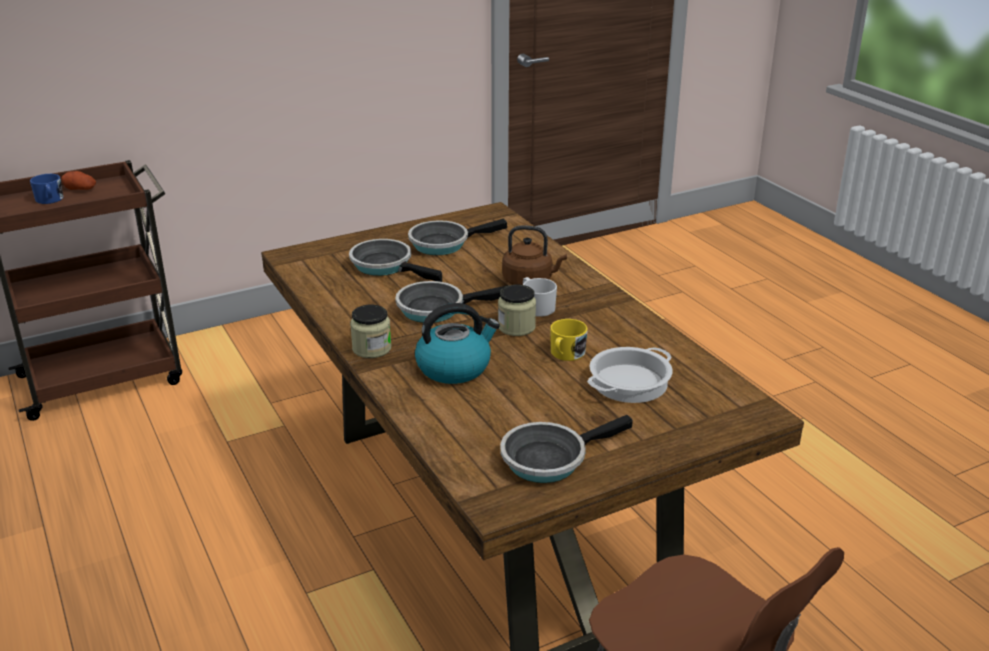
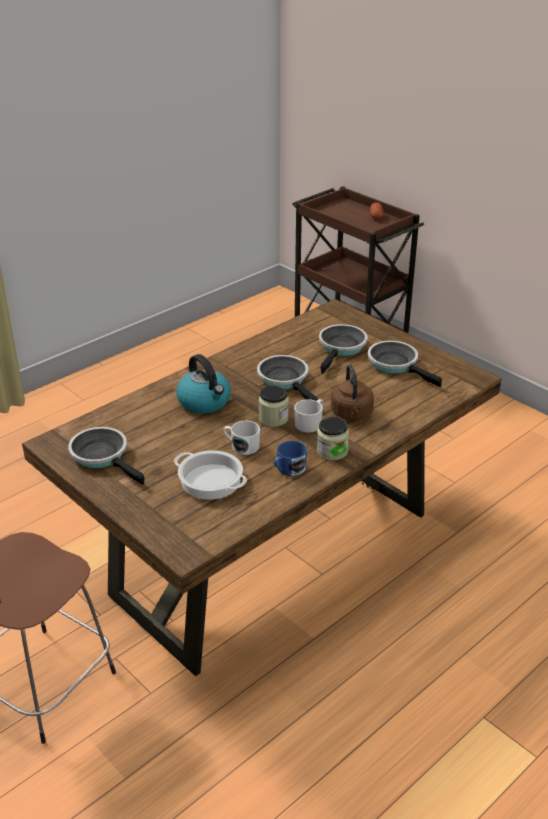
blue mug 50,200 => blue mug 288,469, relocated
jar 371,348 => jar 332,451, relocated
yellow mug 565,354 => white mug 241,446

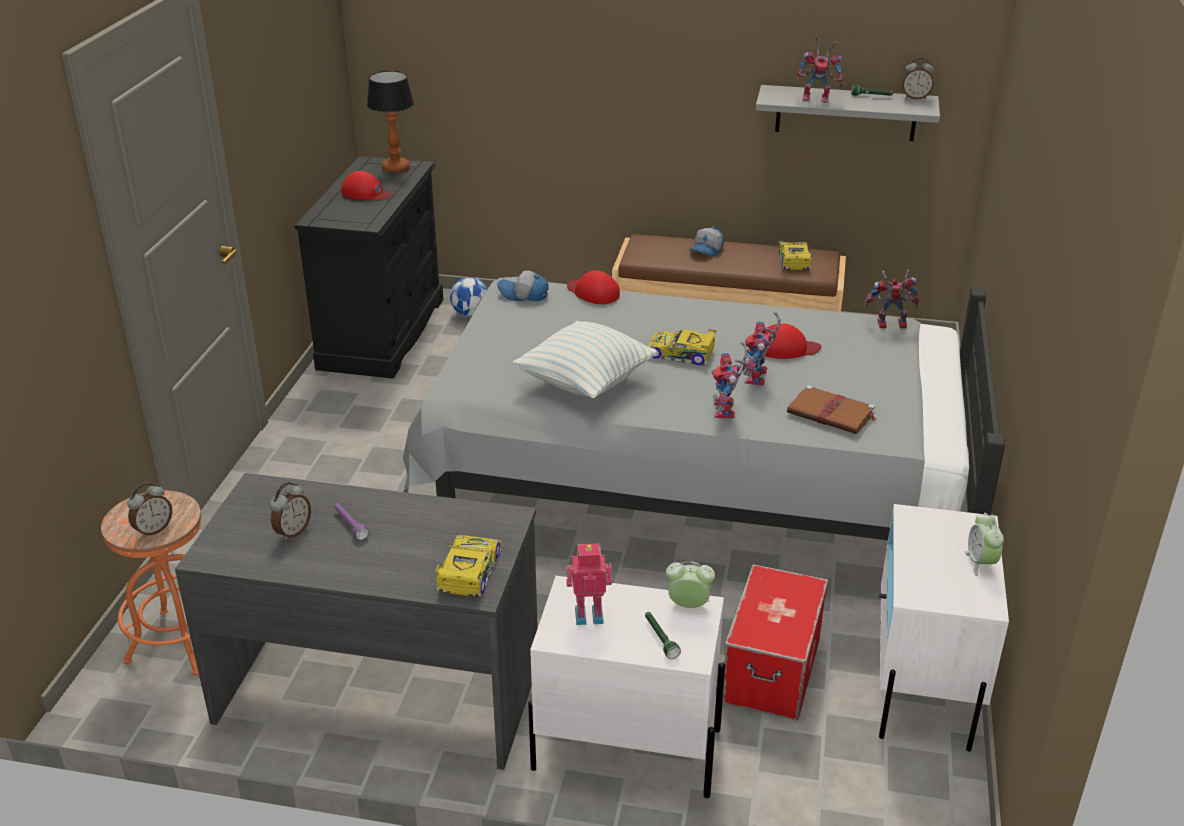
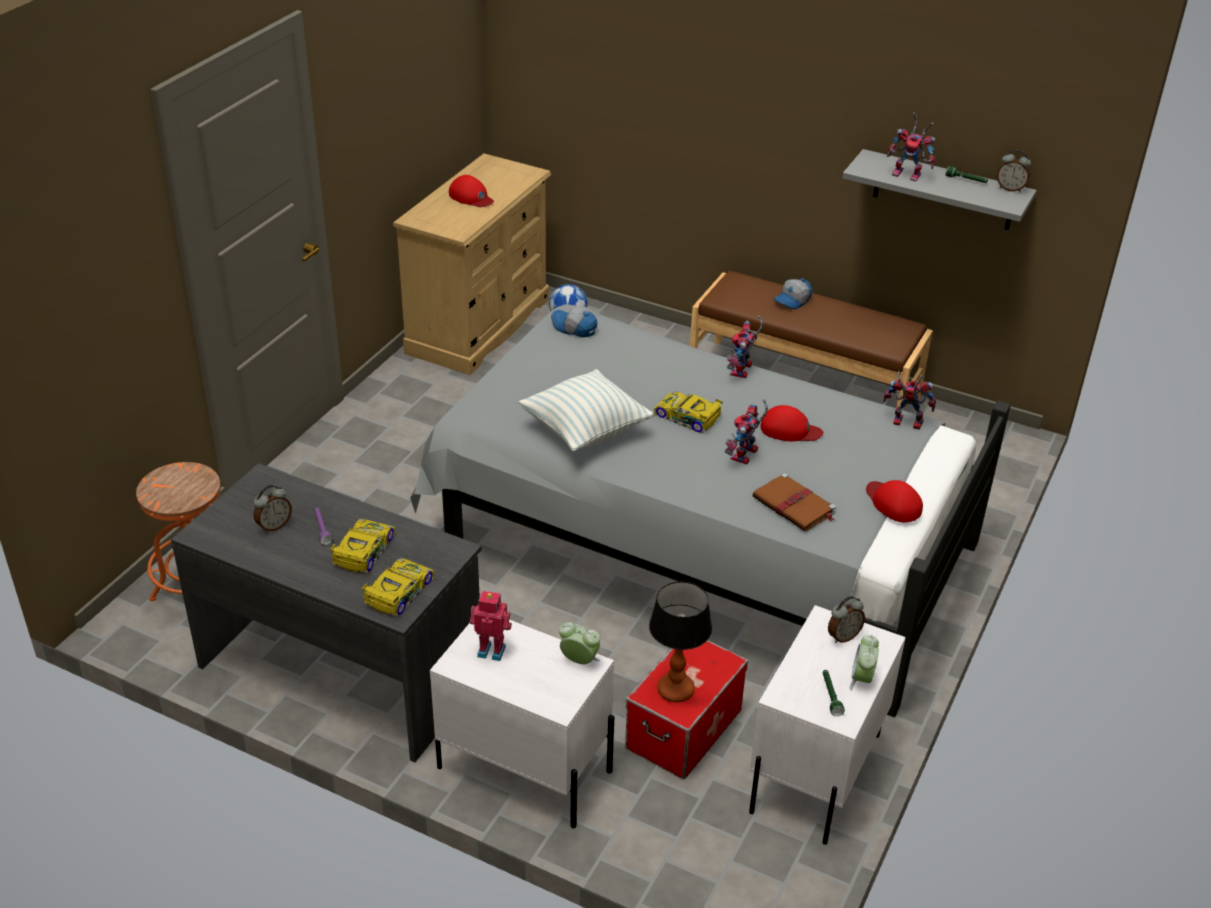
alarm clock 153,530 => alarm clock 843,636, relocated
black dresser 383,333 => beige dresser 479,325
table lamp 395,168 => table lamp 674,690, relocated
red cap 593,292 => red cap 893,503, relocated
green flashlight 660,639 => green flashlight 830,696, relocated
toy robot 726,411 => toy robot 742,371, relocated
toy car 793,260 => toy car 363,551, relocated

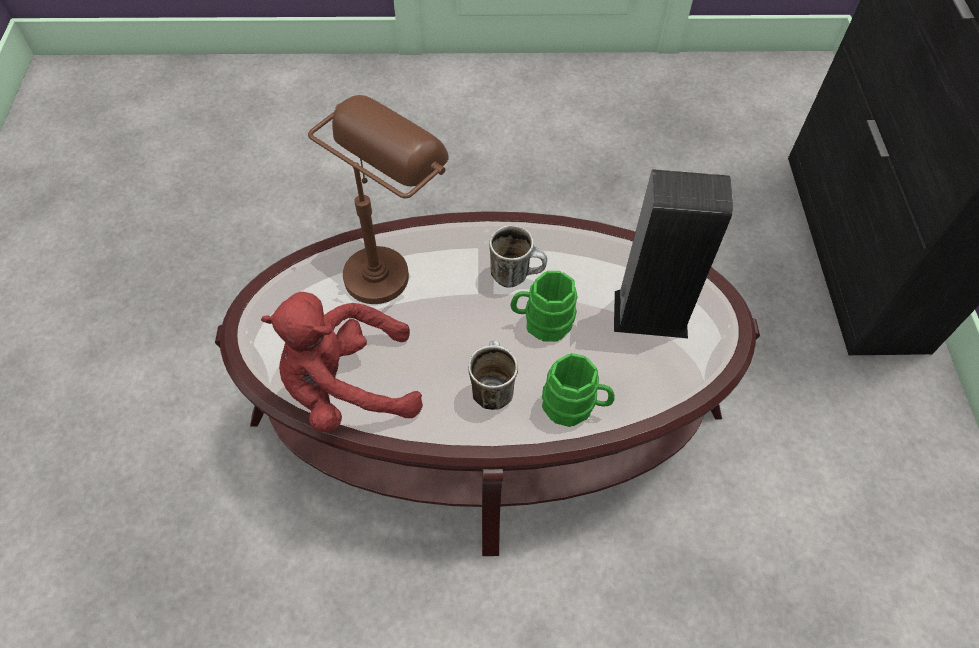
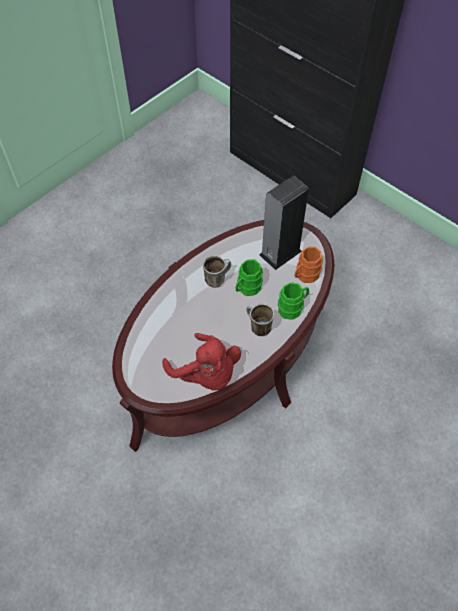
red plush toy 347,387 => red plush toy 206,374, 75 degrees counterclockwise
brown table lamp 390,262 => nothing
nothing => orange mug 305,275

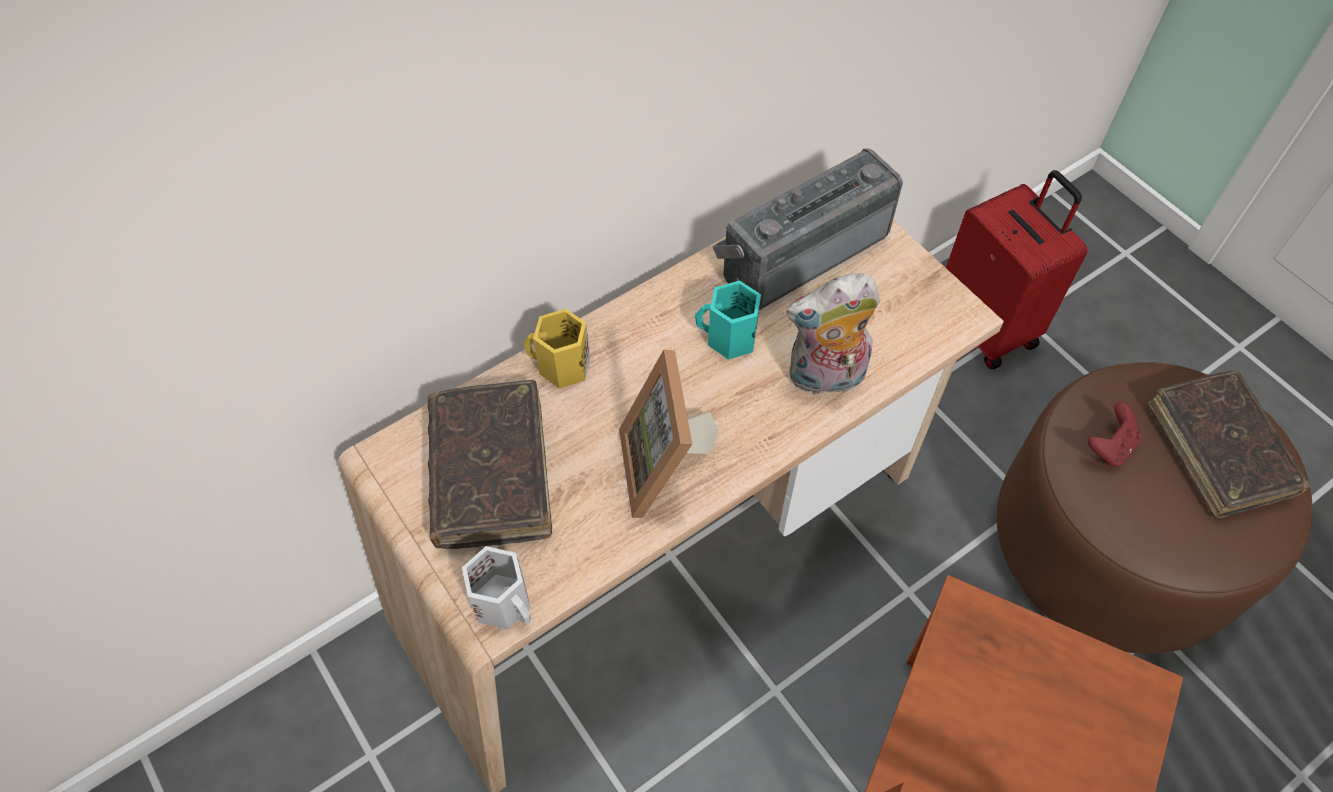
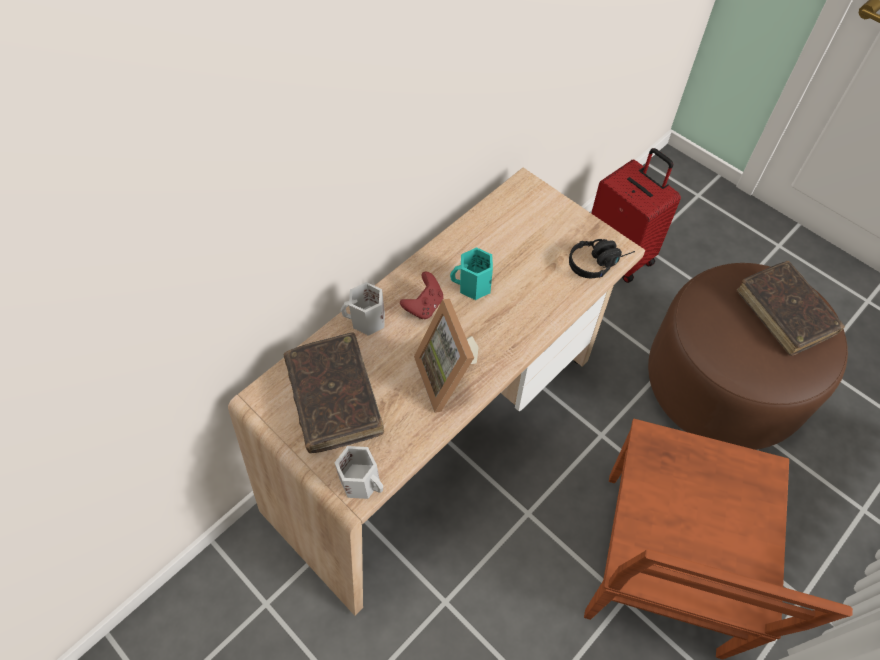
yellow mug 562,367 => white mug 367,321
radio 800,251 => nothing
plush toy 825,378 => nothing
red game controller 1109,447 => red game controller 424,306, relocated
nothing => black headphones 599,262

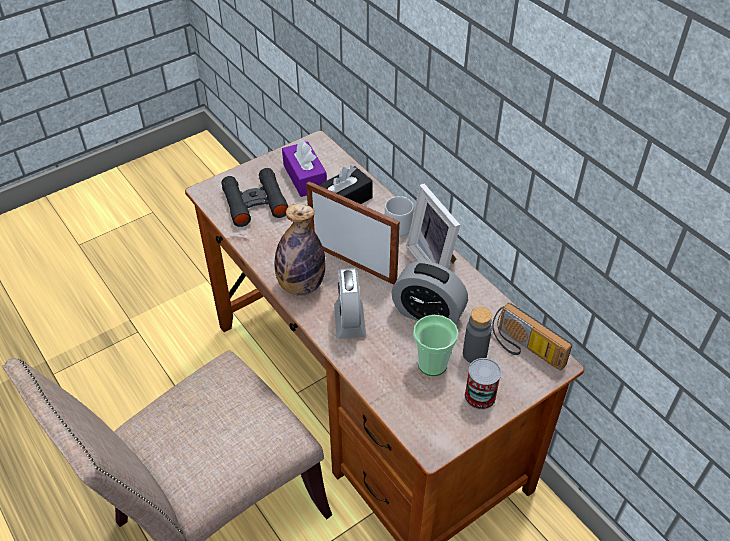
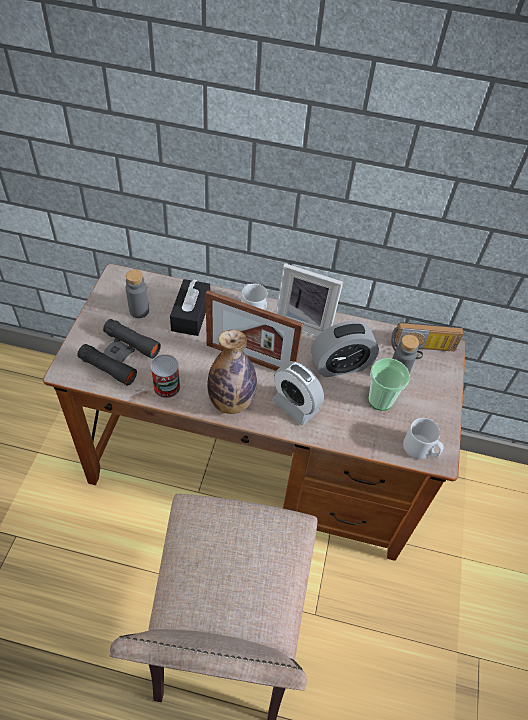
purple tissue box 305,177 => grey bottle 139,311
picture frame 352,263 => picture frame 250,359, 150 degrees counterclockwise
can 480,396 => can 166,387, relocated
nothing => grey mug 420,449

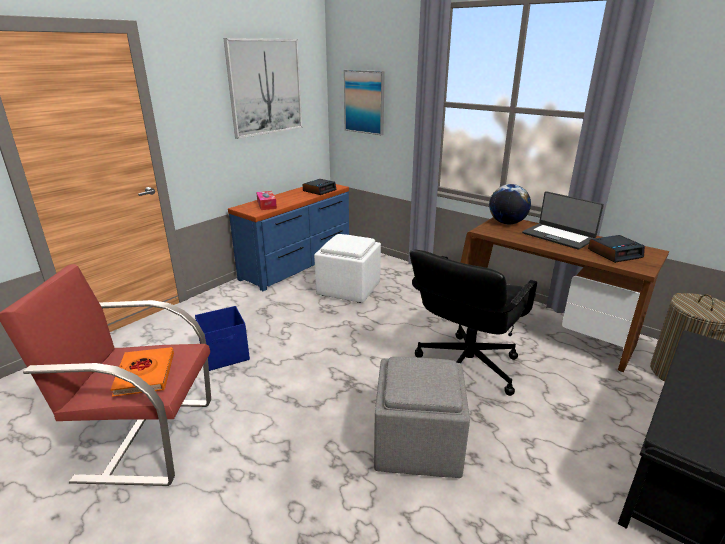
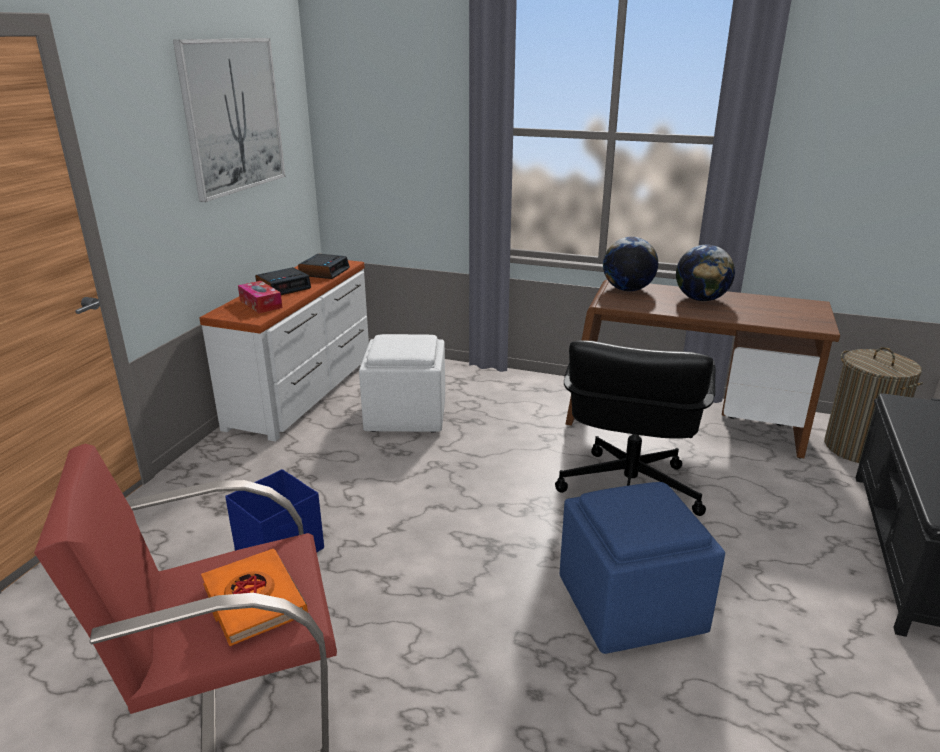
blue dresser 298,264 => white dresser 304,391
picture 364,102 => nothing
grey ottoman 418,445 => blue ottoman 632,606
laptop 558,236 => globe 701,299
alarm clock 614,253 => alarm clock 284,287, relocated

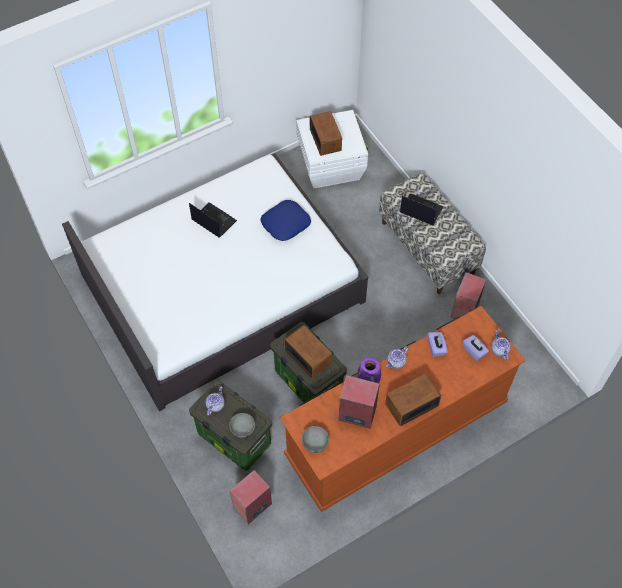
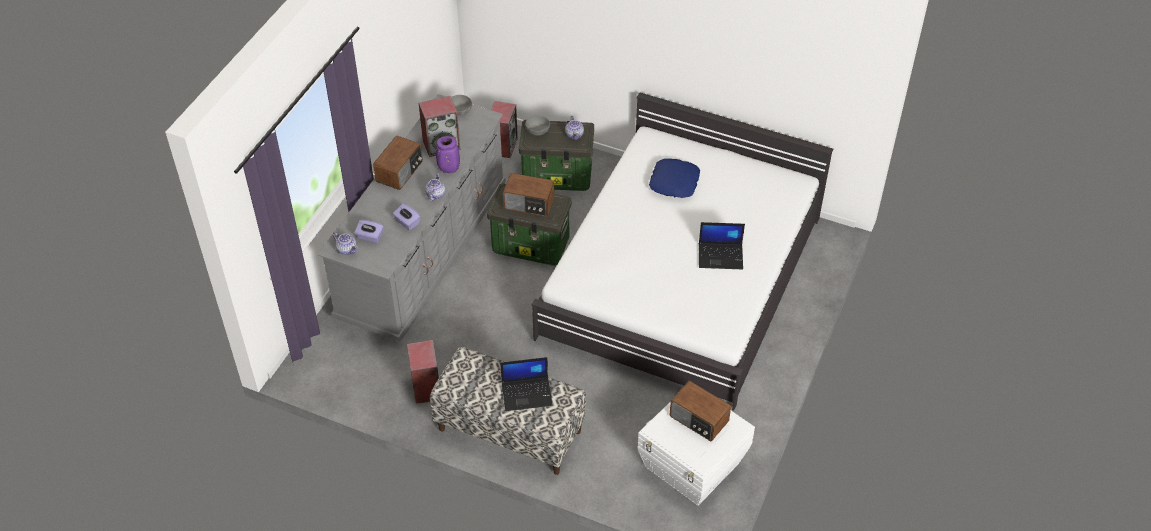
blue pillow 285,223 => blue pillow 674,182, relocated
brown dresser 396,429 => grey dresser 423,252

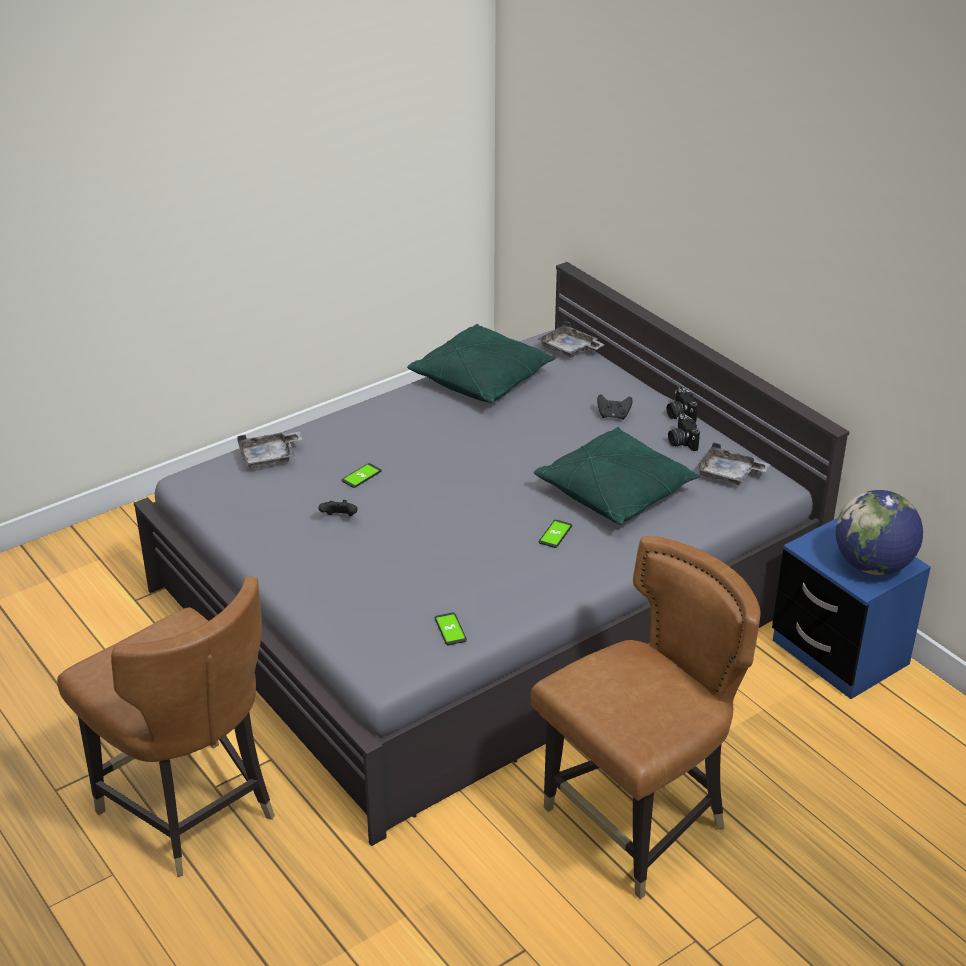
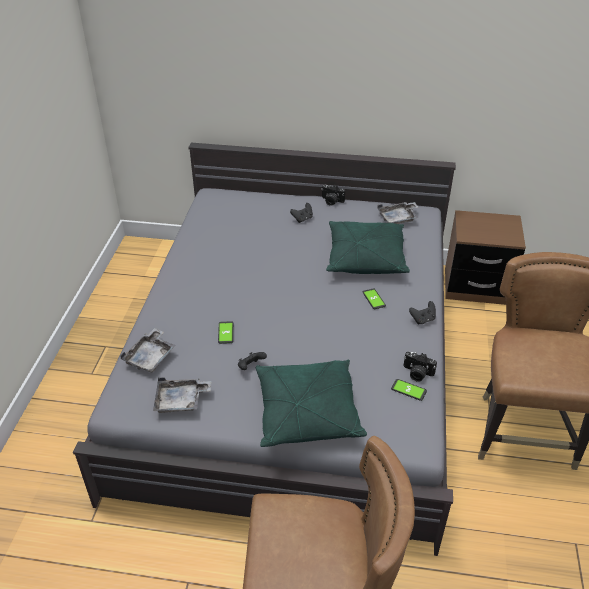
green pillow 482,380 => green pillow 307,412, relocated
grey tray 569,349 => grey tray 181,401, relocated
photo camera 681,442 => photo camera 417,373, relocated
blue nightstand 839,653 => brown nightstand 476,286
globe 873,565 => nothing
nothing => black game controller 422,319

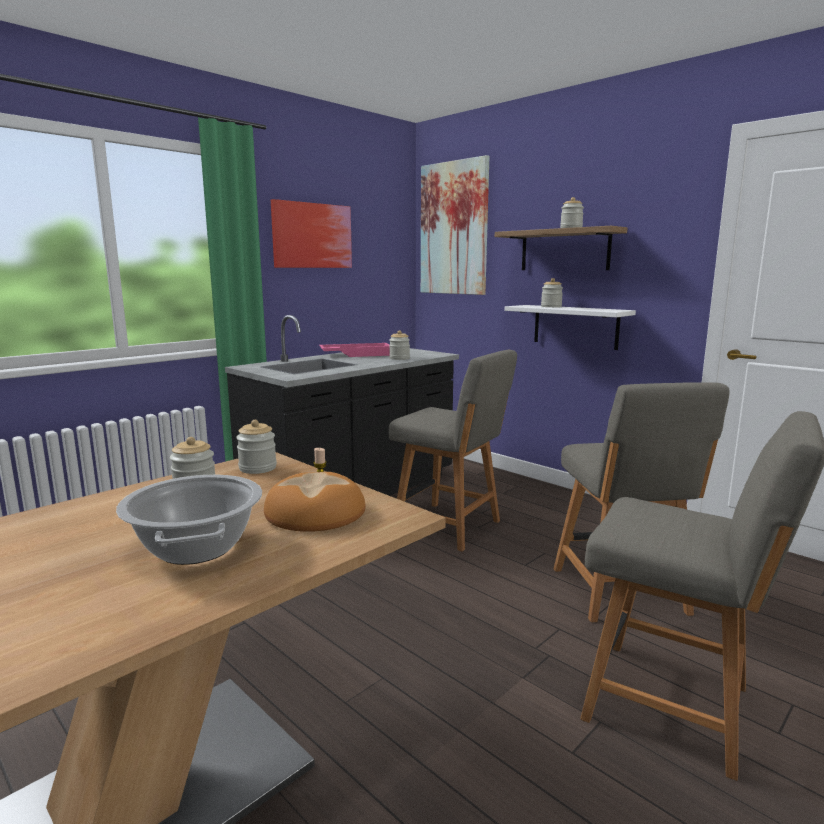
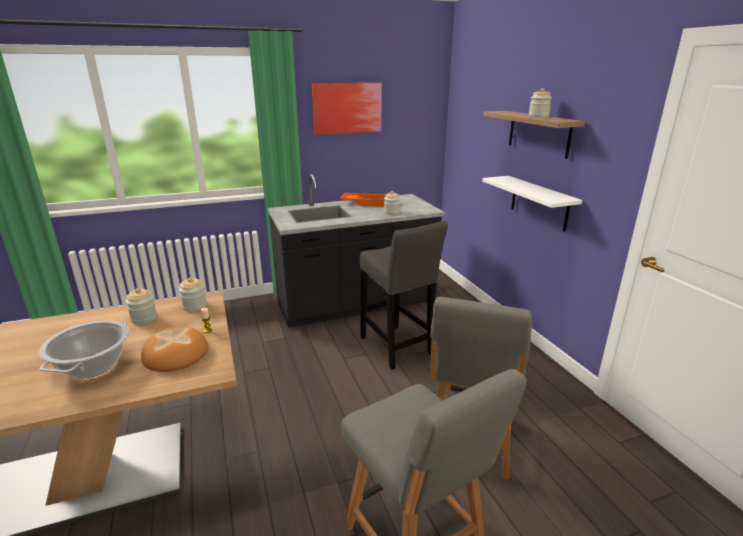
pink tray 356,354 => orange tray 368,203
grey chair 450,527 => grey stool 397,348
picture 454,229 => nothing
jar 551,306 => nothing

